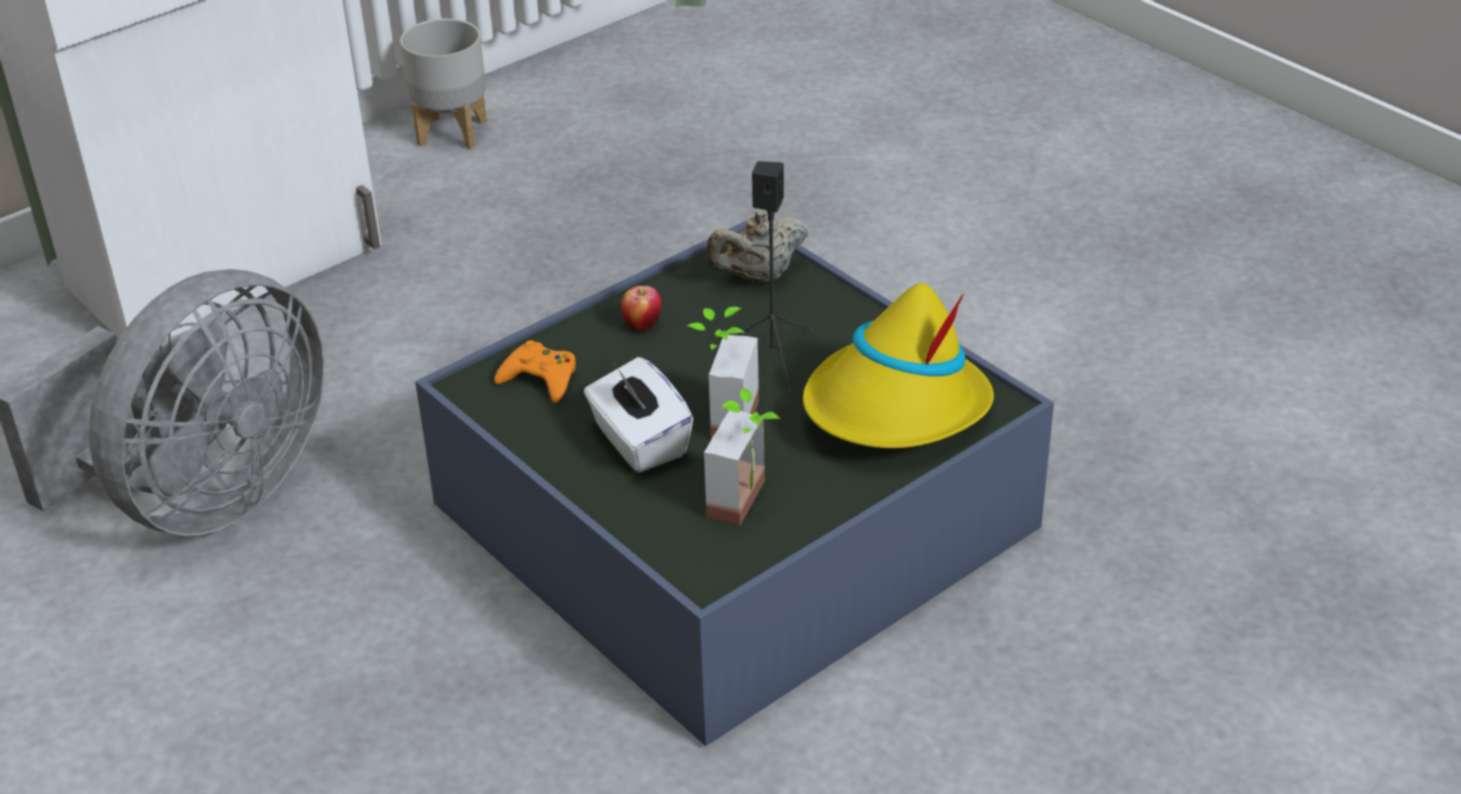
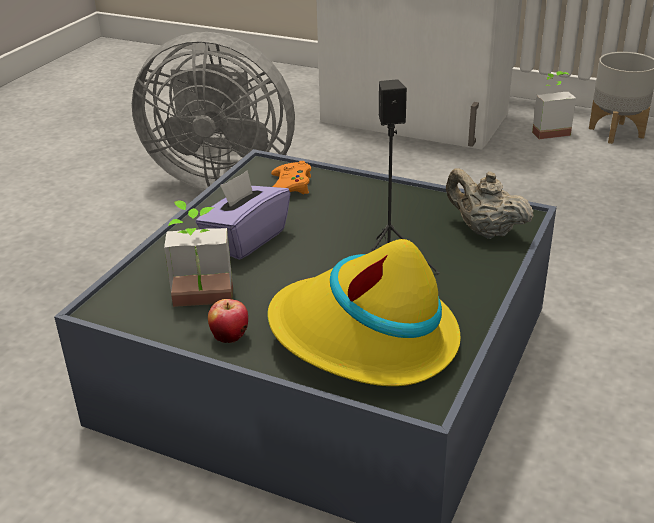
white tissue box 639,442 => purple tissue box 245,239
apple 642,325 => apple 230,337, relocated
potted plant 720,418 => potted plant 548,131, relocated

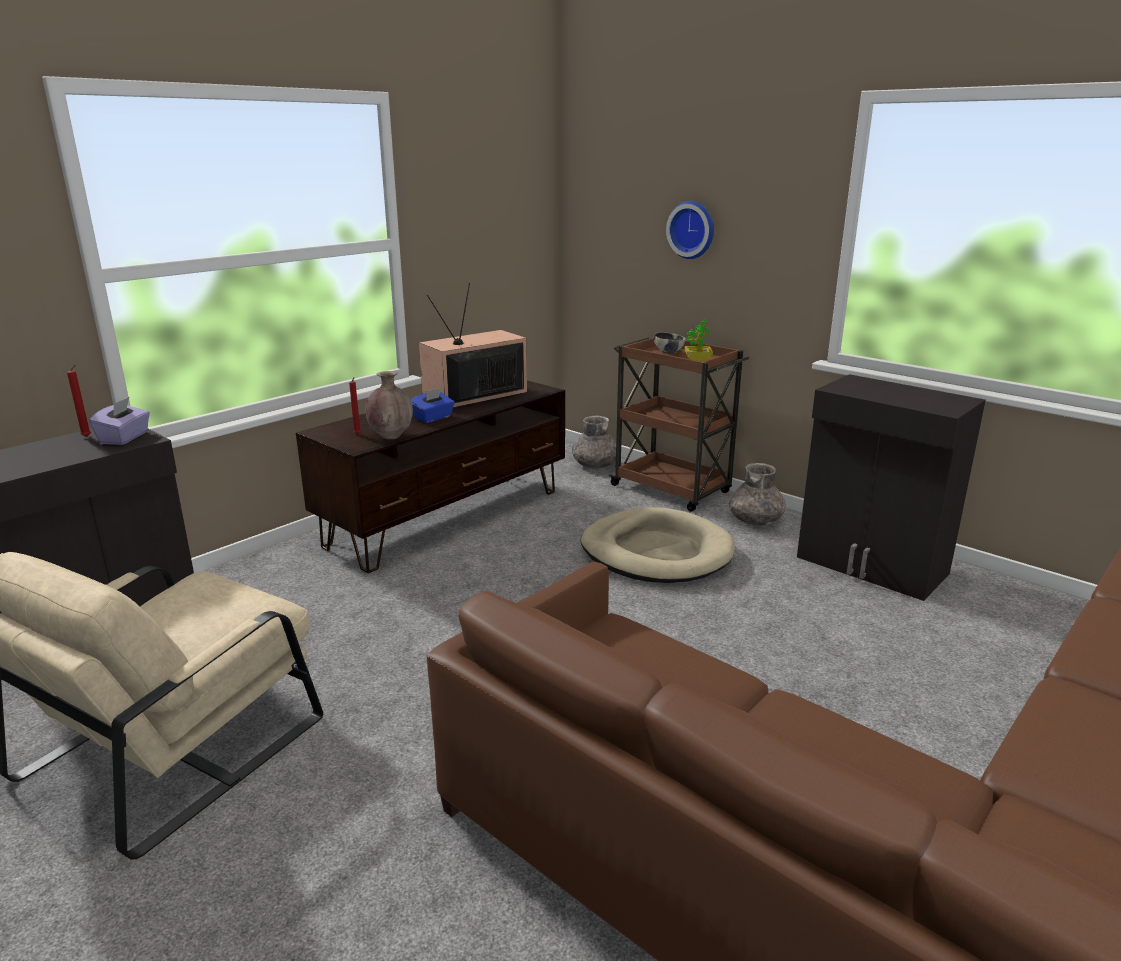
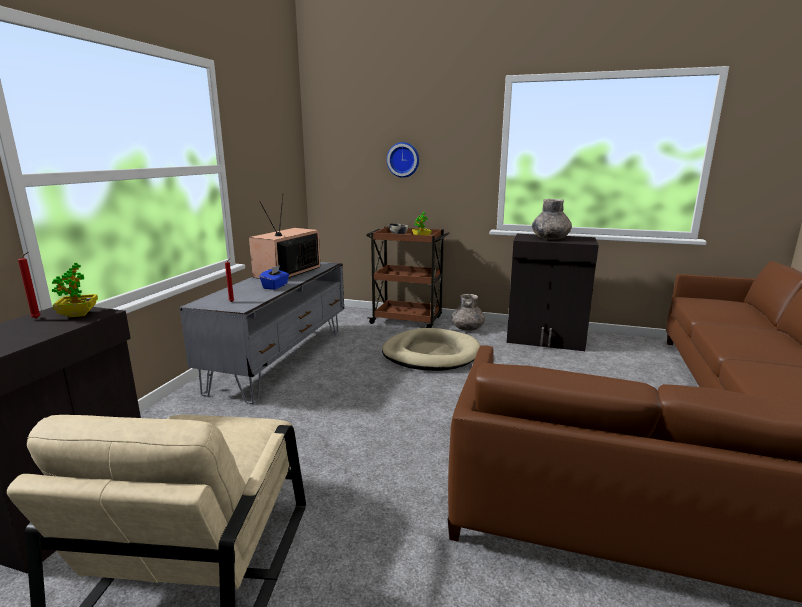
purple tissue box 125,438 => potted plant 78,314
brown tv stand 448,518 => grey tv stand 280,359
brown vase 391,436 => nothing
grey vase 595,465 => grey vase 550,238, relocated

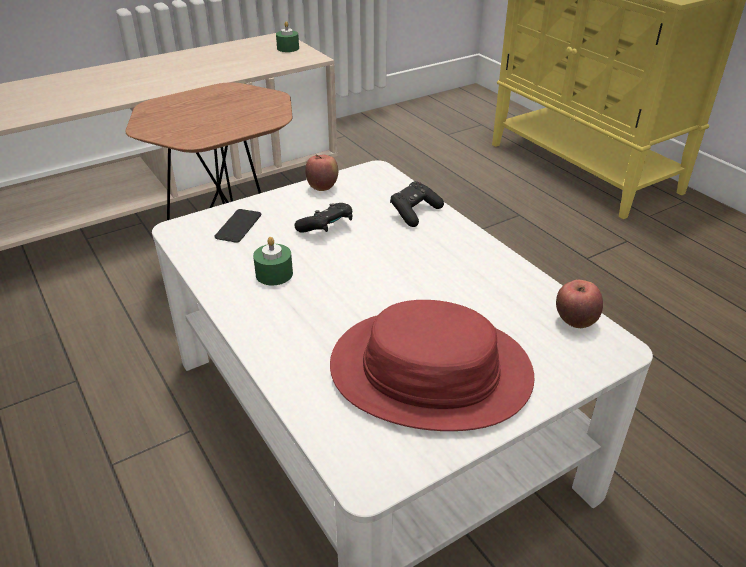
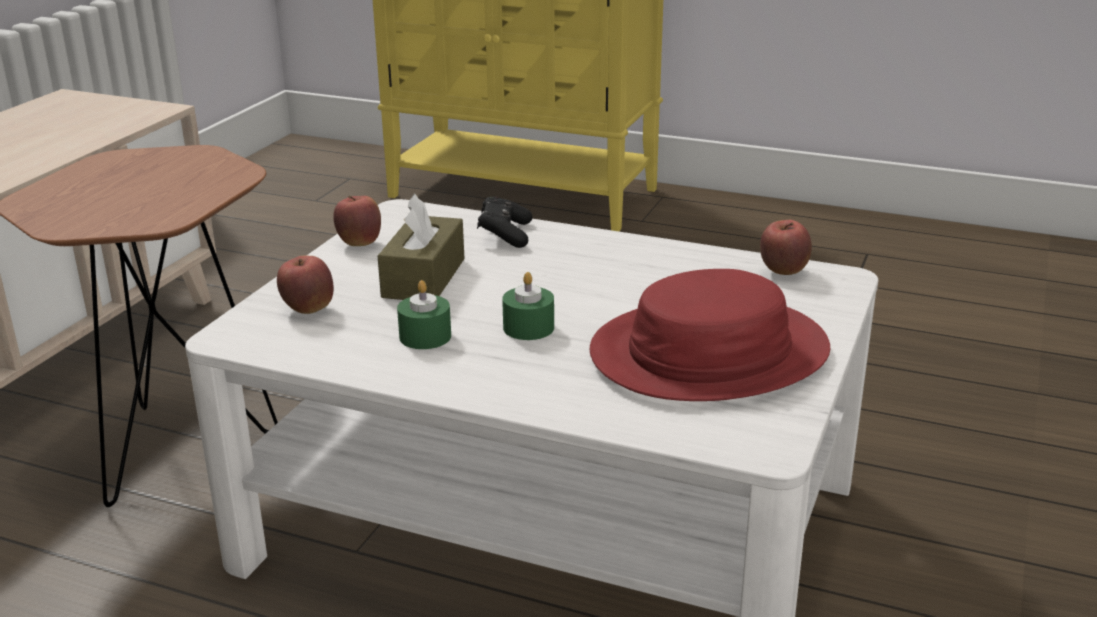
phone 238,226 => apple 308,309
green candle 288,48 => green candle 528,327, relocated
black game controller 326,228 => brown tissue box 424,278

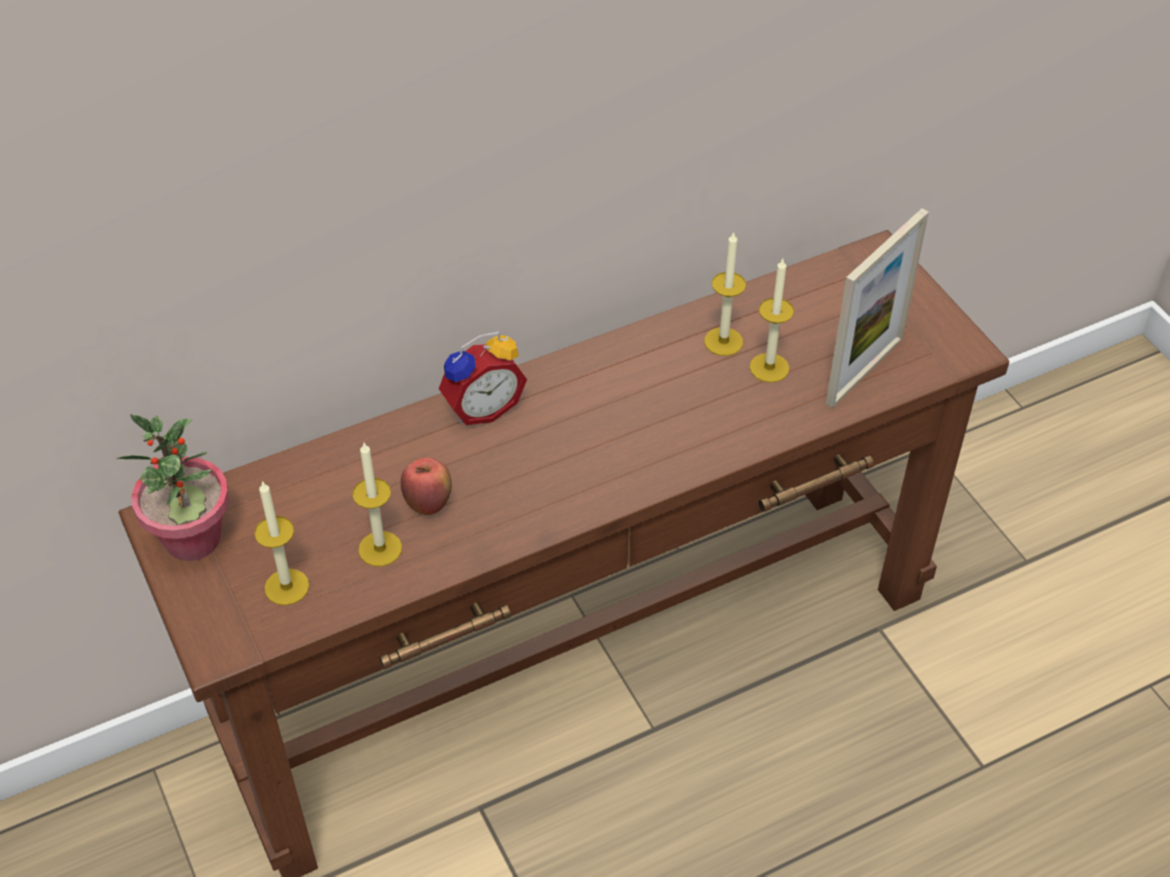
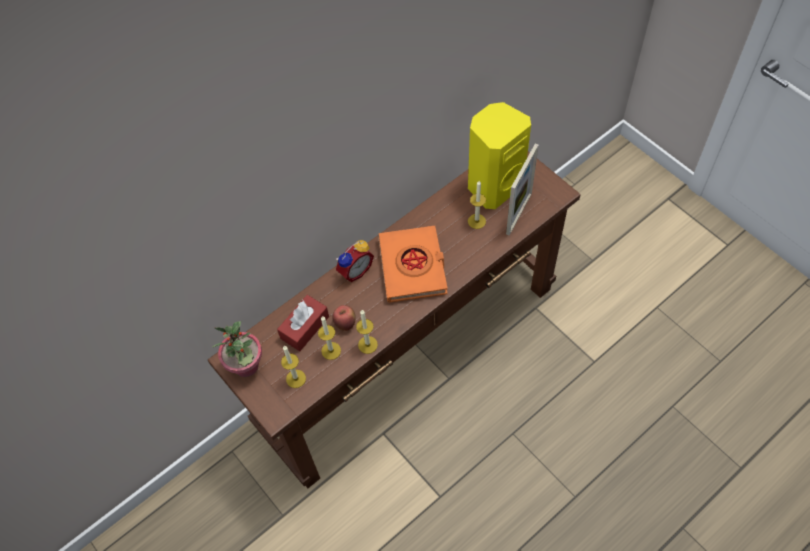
candle 723,341 => candle 367,345, relocated
nothing => red tissue box 305,327
nothing => orange book 413,267
nothing => yellow speaker 493,186

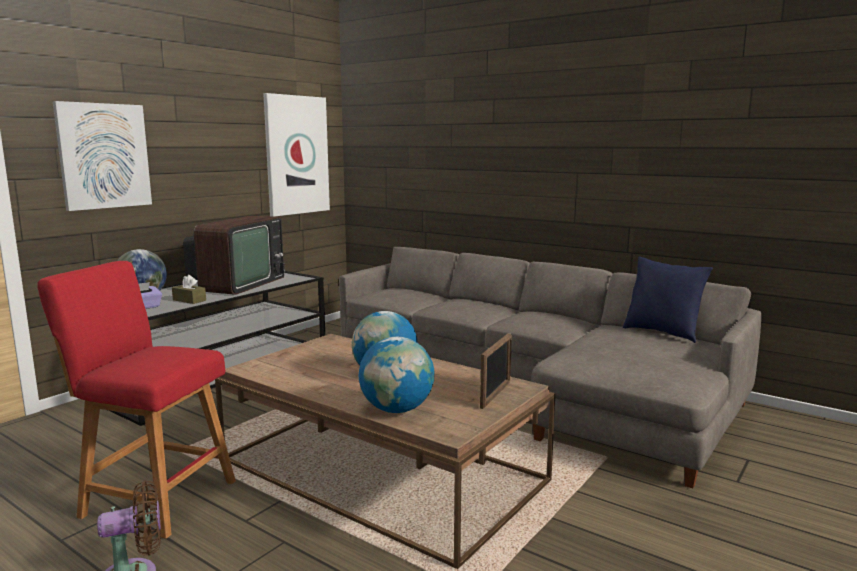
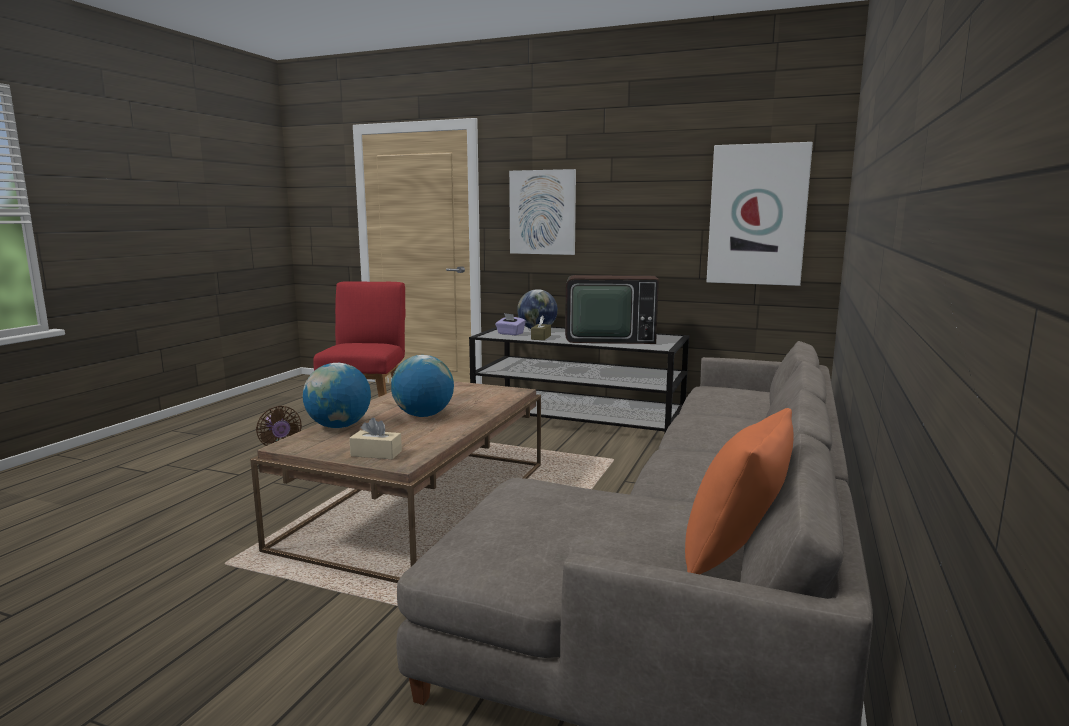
picture frame 495,395 => beige tissue box 376,453
blue pillow 662,333 => orange pillow 735,555

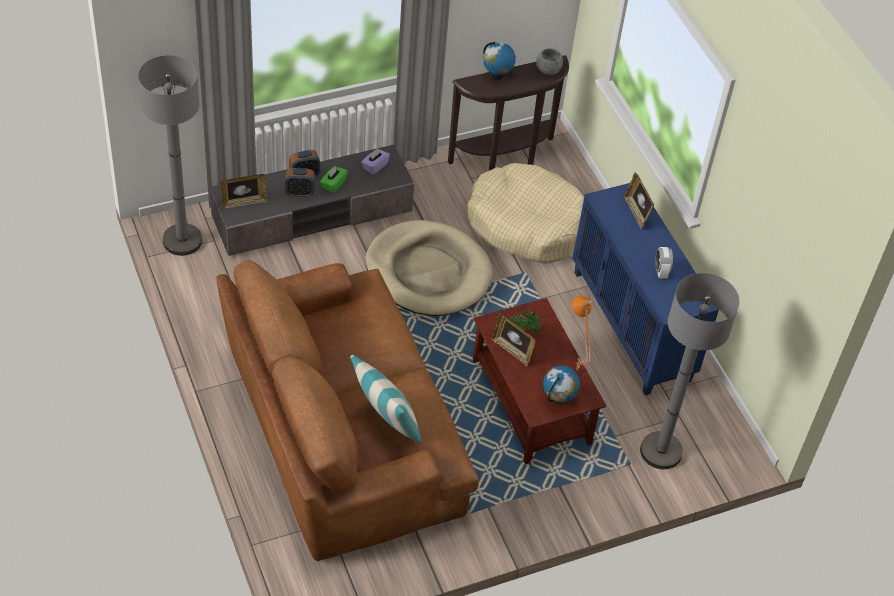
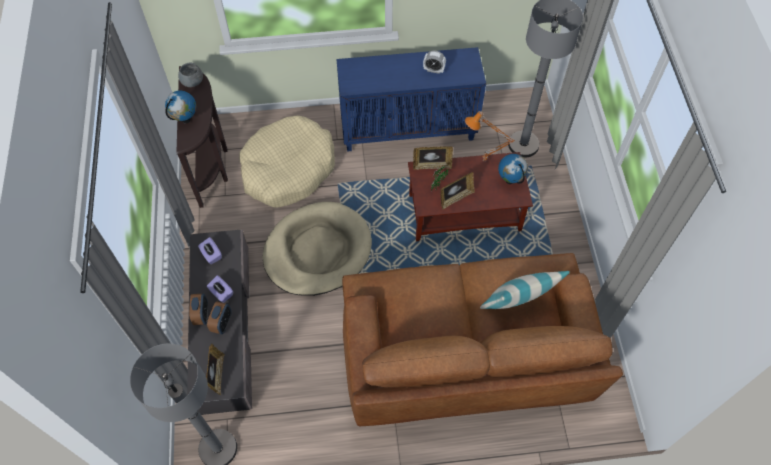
green tissue box 333,184 => purple tissue box 221,293
picture frame 636,212 => picture frame 432,166, relocated

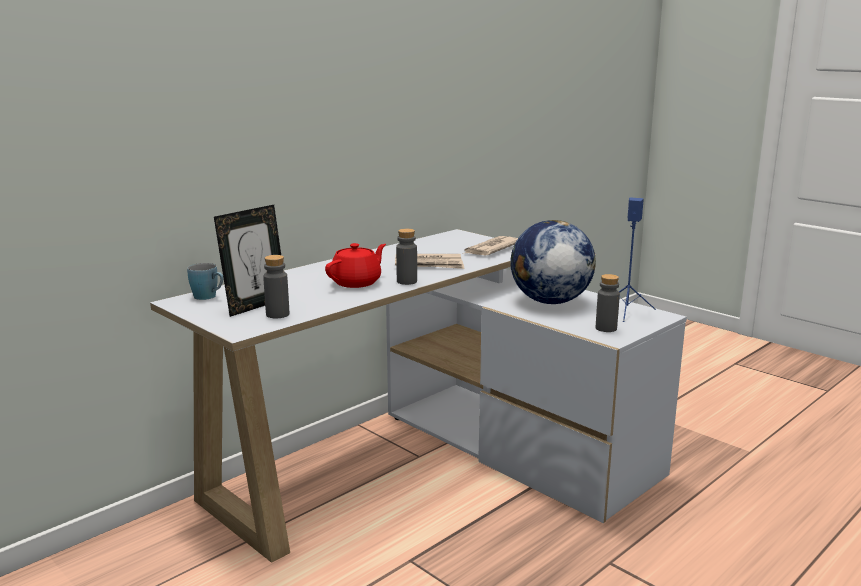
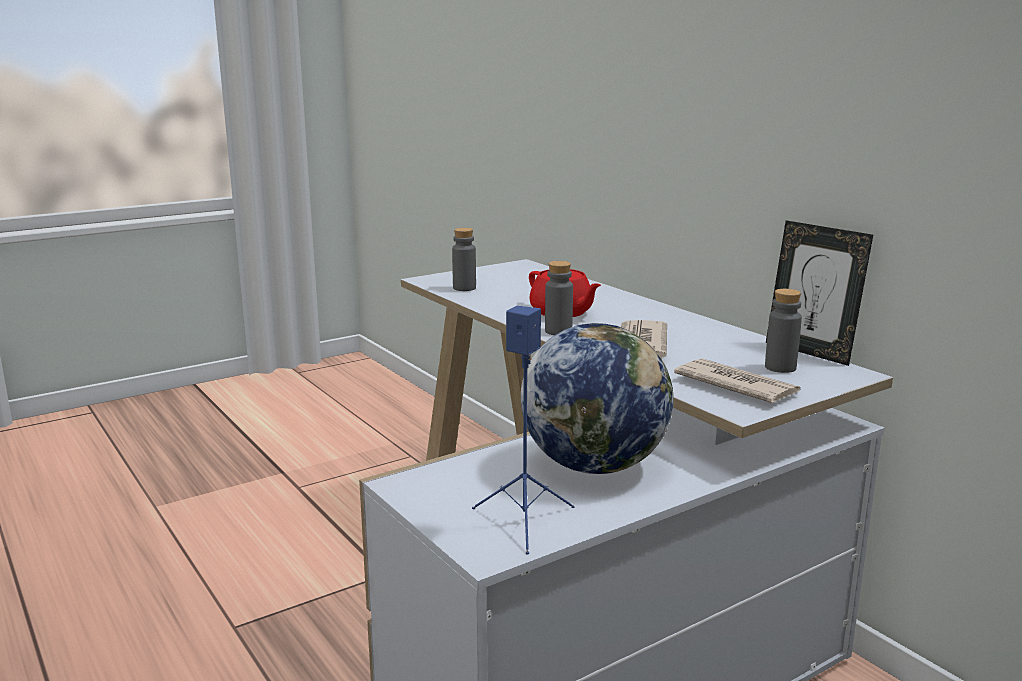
blue mug 209,297 => nothing
picture frame 255,306 => picture frame 810,352, relocated
grey bottle 606,328 => grey bottle 780,367, relocated

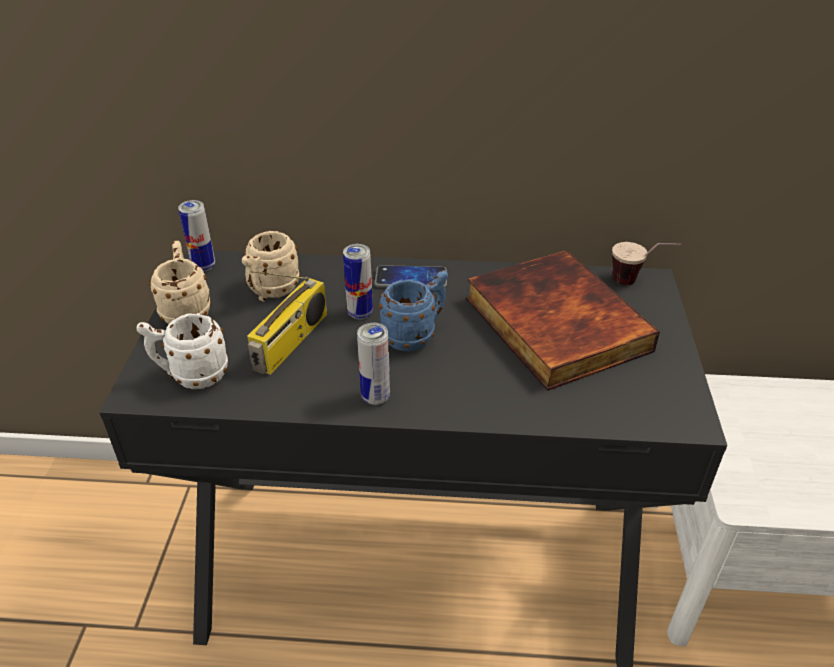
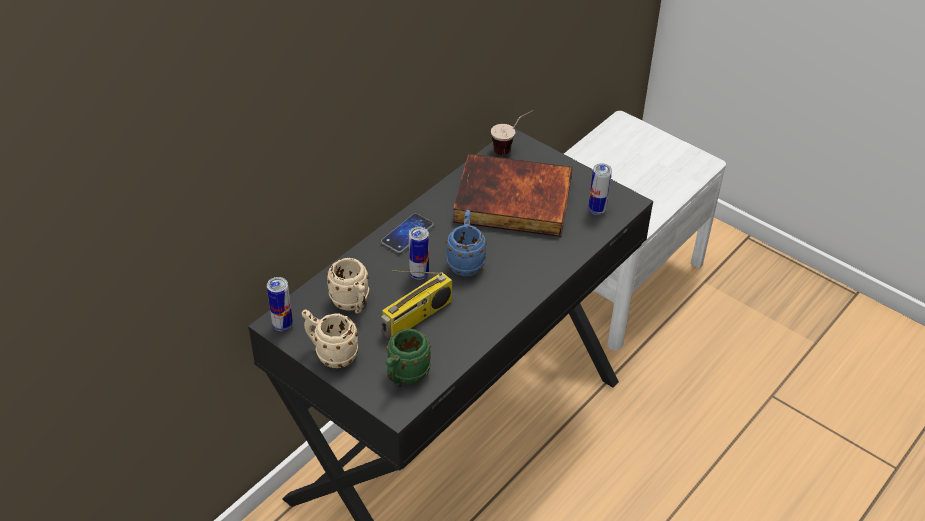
white mug 191,376 => green mug 405,377
radio 291,342 => radio 417,318, 75 degrees clockwise
can 375,397 => can 597,210, relocated

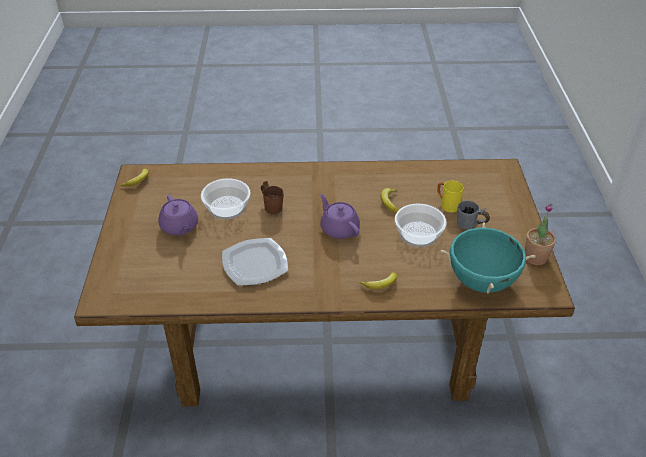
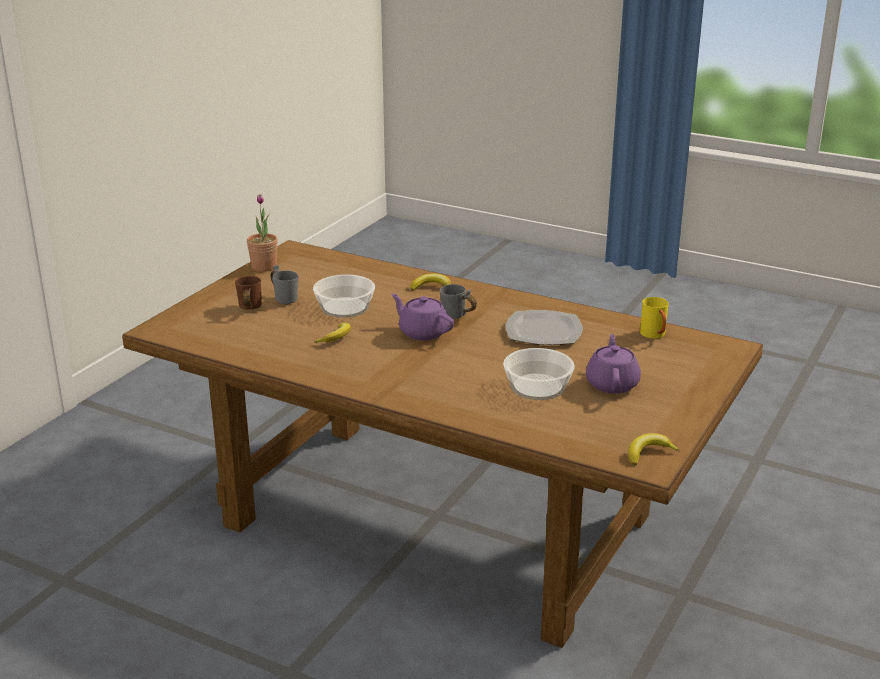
brown mug 273,206 => brown mug 247,309, relocated
purple teapot 339,229 => purple teapot 423,332, 135 degrees clockwise
yellow mug 447,205 => yellow mug 655,335, relocated
turquoise cooking pot 481,281 => nothing
nothing => grey mug 456,318

